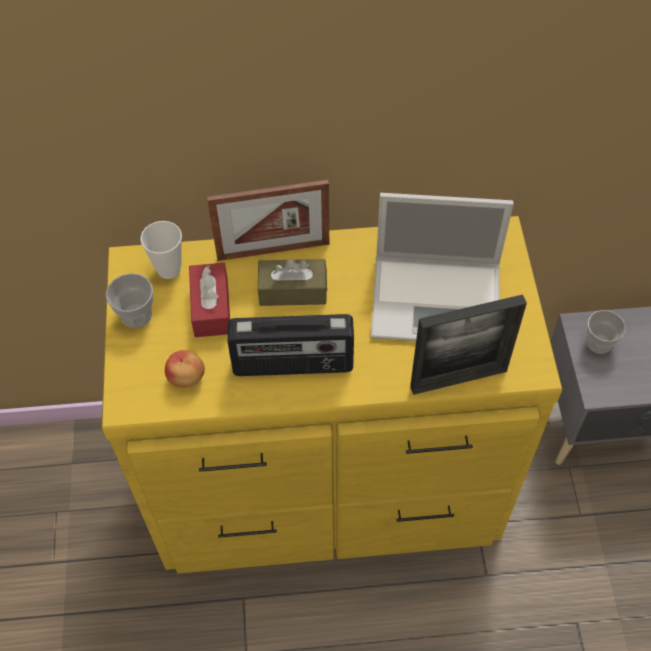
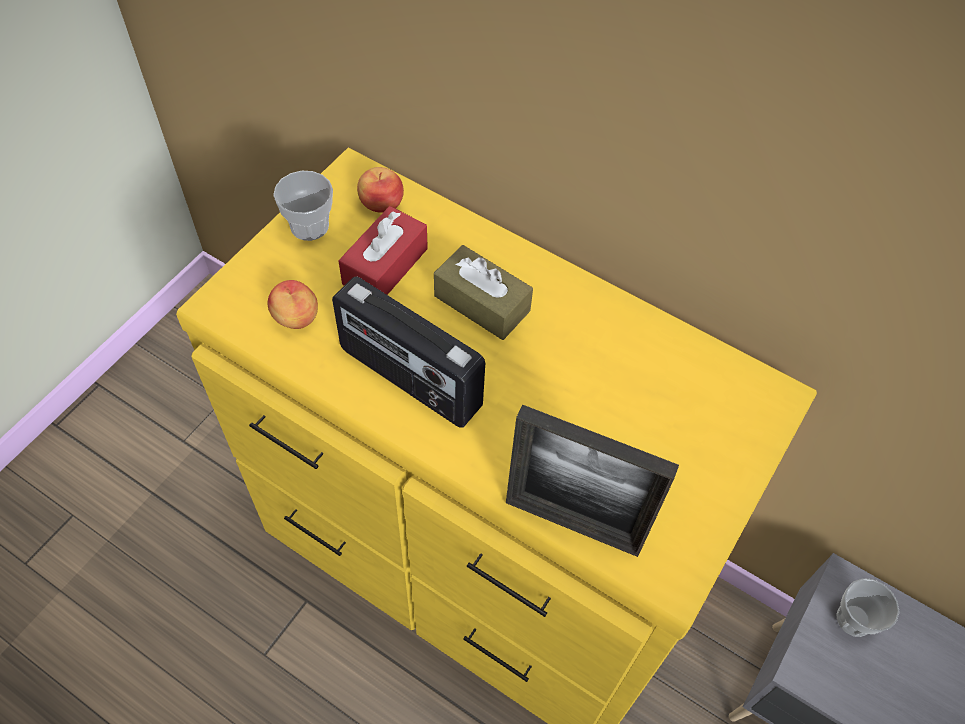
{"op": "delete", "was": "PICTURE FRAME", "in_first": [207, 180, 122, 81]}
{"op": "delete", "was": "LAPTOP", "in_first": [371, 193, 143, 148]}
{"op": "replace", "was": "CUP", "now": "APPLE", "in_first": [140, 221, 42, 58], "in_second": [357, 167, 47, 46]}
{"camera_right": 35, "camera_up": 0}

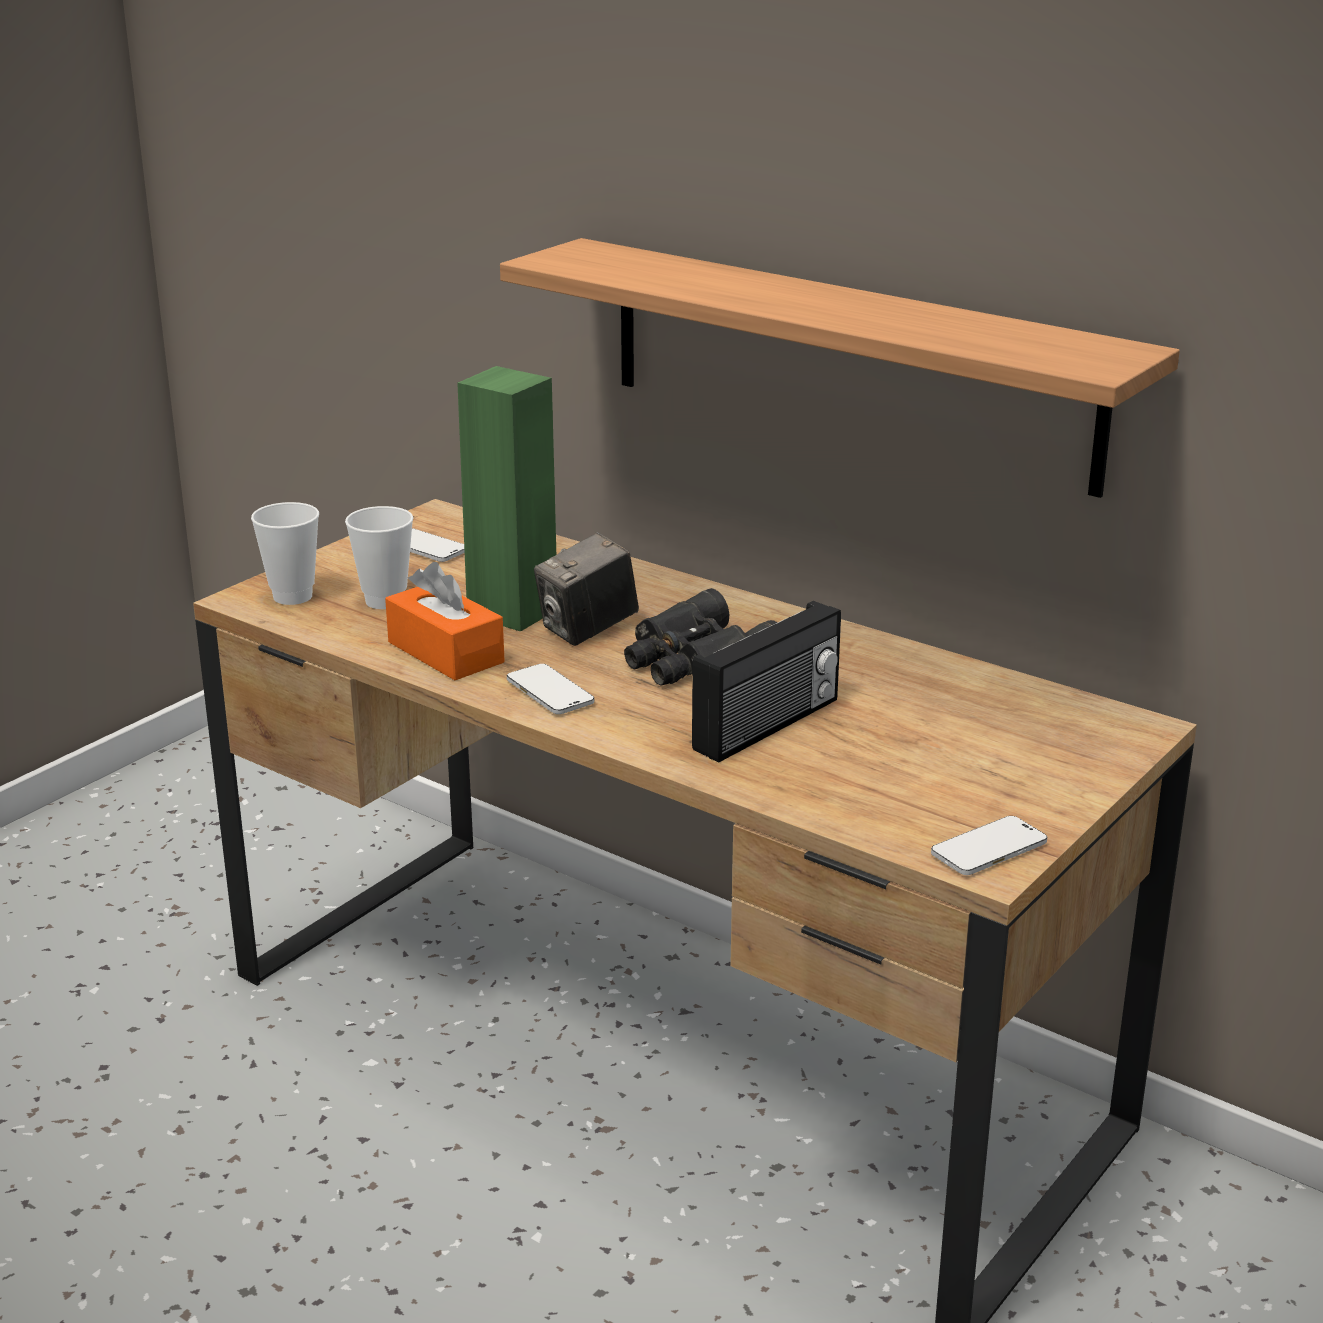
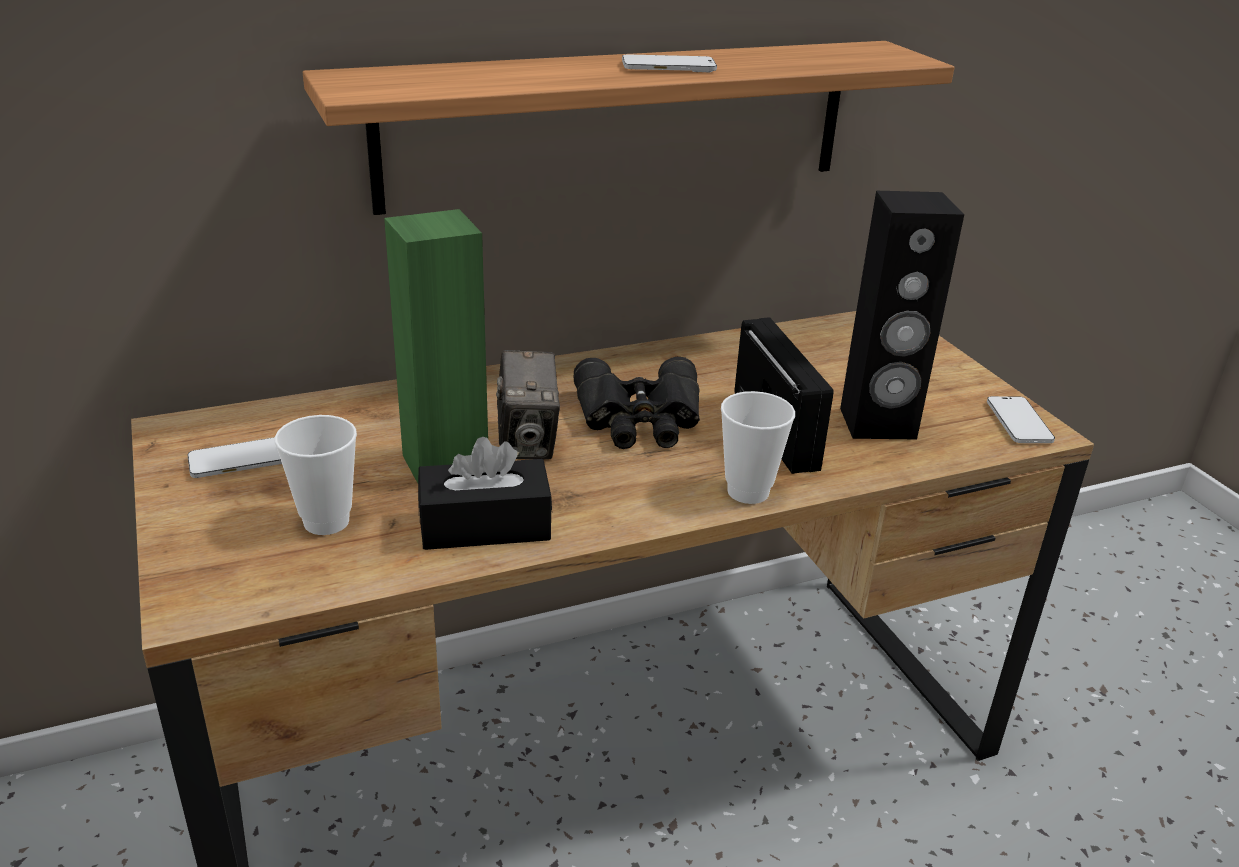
{"op": "insert", "now": "BLACK SPEAKER", "in_second": [840, 191, 124, 249]}
{"op": "move", "was": "CUP", "in_first": [251, 502, 68, 103], "in_second": [721, 391, 74, 113]}
{"op": "move", "was": "PHONE", "in_first": [507, 664, 87, 50], "in_second": [622, 54, 95, 18]}
{"op": "recolor", "was": "ORANGE TISSUE BOX", "now": "BLACK TISSUE BOX", "in_first": [385, 562, 120, 118], "in_second": [418, 437, 134, 113]}
{"camera_right": -60, "camera_up": 5}

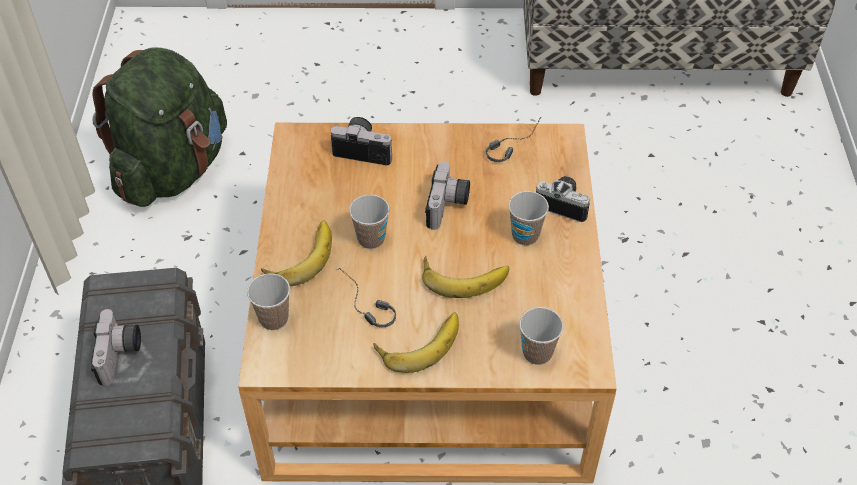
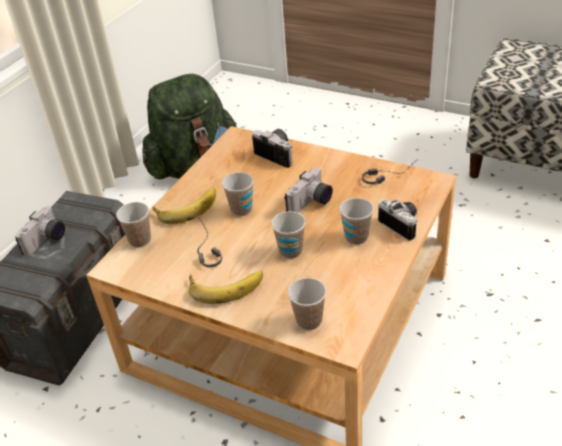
{"op": "replace", "was": "BANANA", "now": "CUP", "in_first": [422, 256, 87, 42], "in_second": [271, 211, 35, 48]}
{"camera_right": 30, "camera_up": -10}

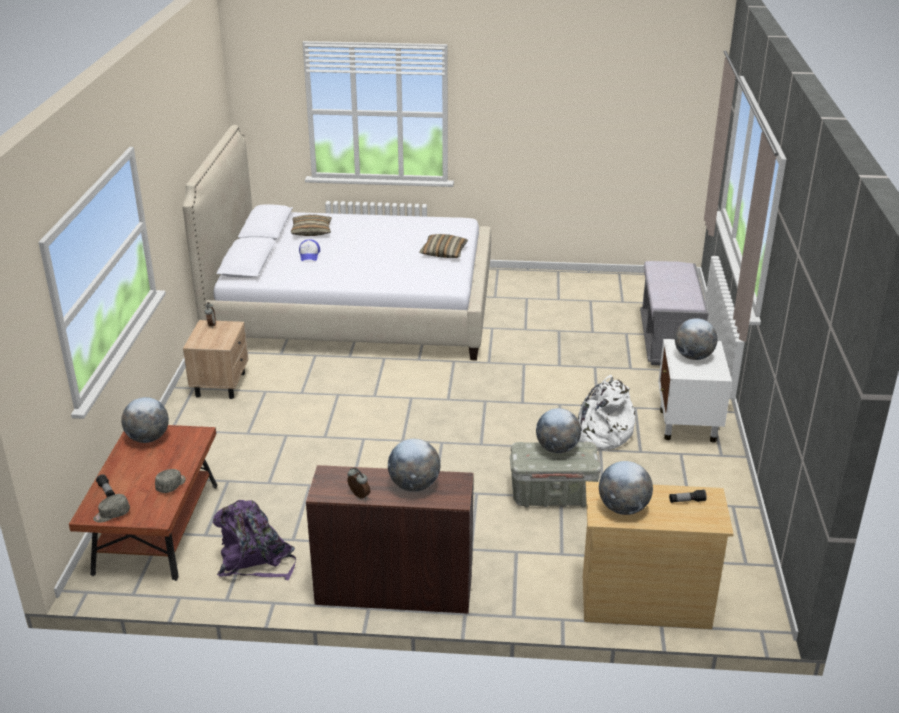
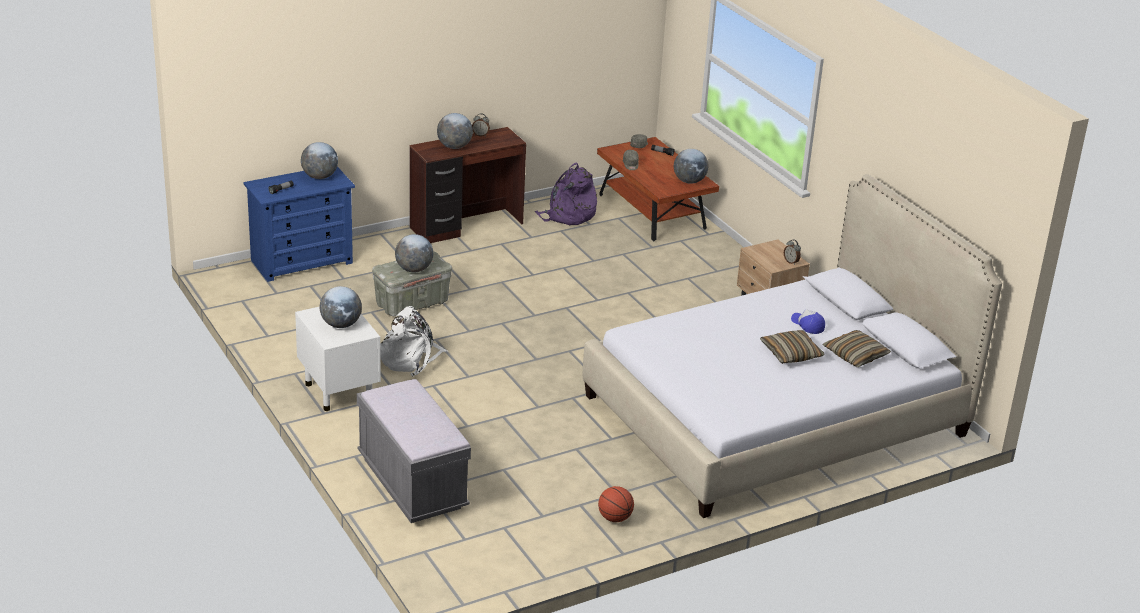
{"op": "insert", "now": "BASKETBALL", "in_second": [598, 486, 36, 36]}
{"op": "move", "was": "PILLOW", "in_first": [420, 234, 48, 24], "in_second": [760, 330, 65, 34]}
{"op": "recolor", "was": "BEIGE DRESSER", "now": "BLUE DRESSER", "in_first": [583, 481, 151, 148], "in_second": [243, 167, 112, 115]}
{"camera_right": 145, "camera_up": 0}

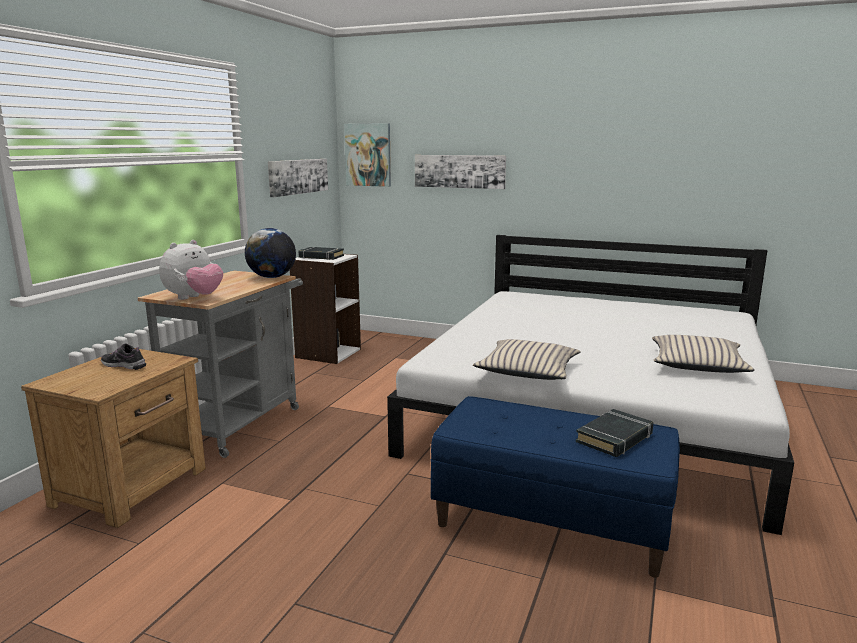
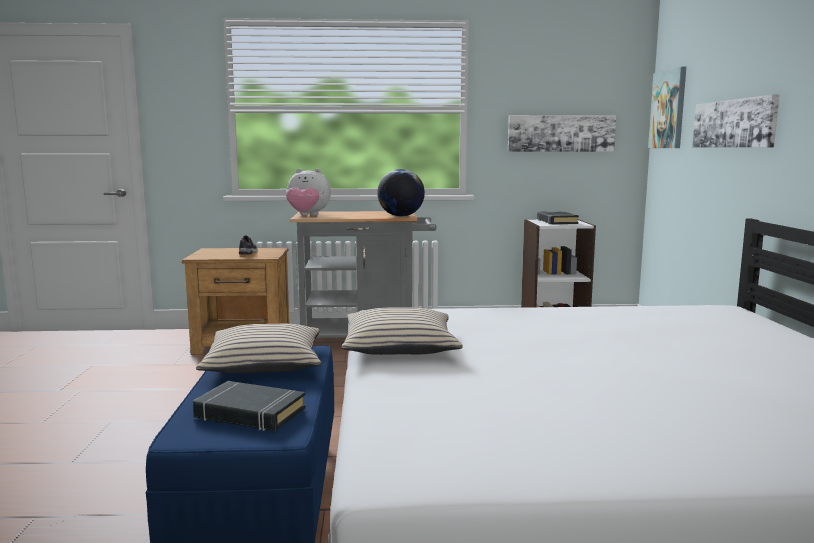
{"op": "move", "was": "BEIGE PILLOW", "in_first": [652, 335, 103, 38], "in_second": [196, 324, 125, 50]}
{"camera_right": 65, "camera_up": -5}

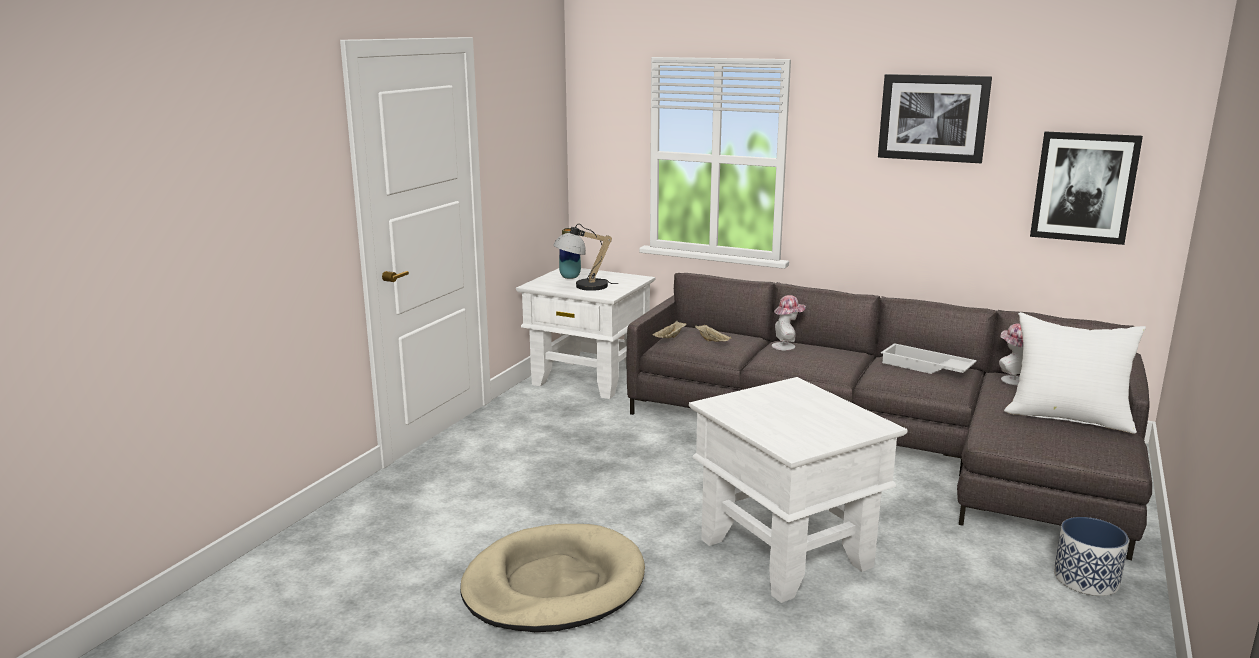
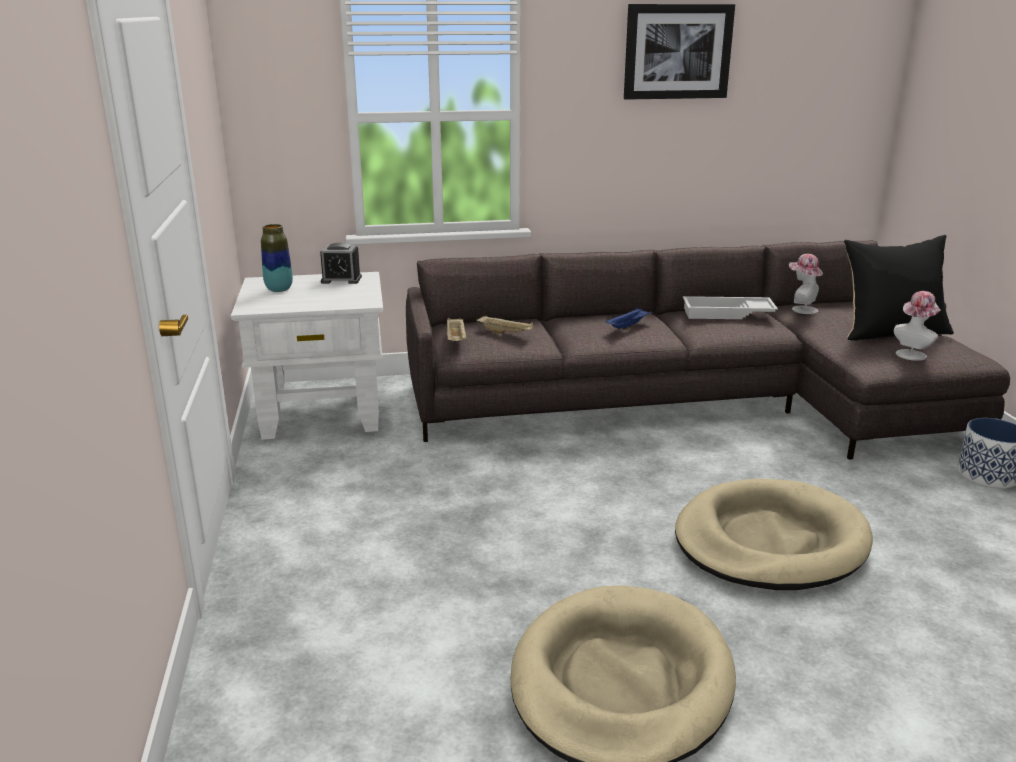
{"op": "delete", "was": "TABLE LAMP", "in_first": [553, 224, 65, 67]}
{"op": "delete", "was": "PICTURE", "in_first": [1030, 132, 113, 113]}
{"op": "insert", "now": "ALARM CLOCK", "in_second": [320, 243, 42, 41]}
{"op": "insert", "now": "BLUE TRAY", "in_second": [605, 307, 48, 23]}
{"op": "move", "was": "HAT", "in_first": [772, 295, 34, 55], "in_second": [894, 291, 47, 70]}
{"op": "replace", "was": "WHITE SIDE TABLE", "now": "BEIGE DOG BED", "in_first": [689, 377, 219, 226], "in_second": [675, 479, 198, 111]}
{"op": "recolor", "was": "WHITE PILLOW", "now": "BLACK PILLOW", "in_first": [1004, 312, 142, 122], "in_second": [844, 235, 110, 106]}
{"camera_right": -35, "camera_up": 5}

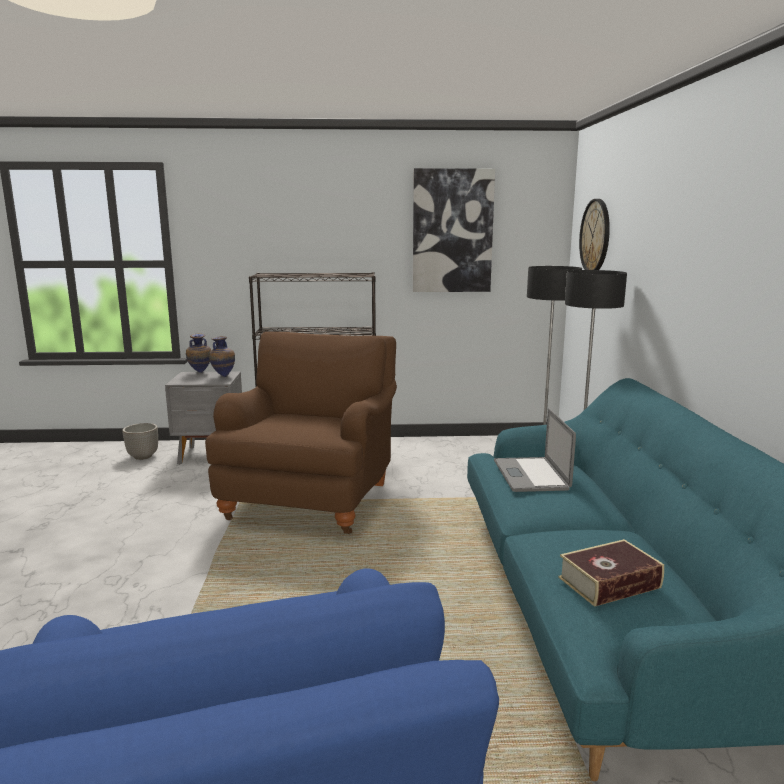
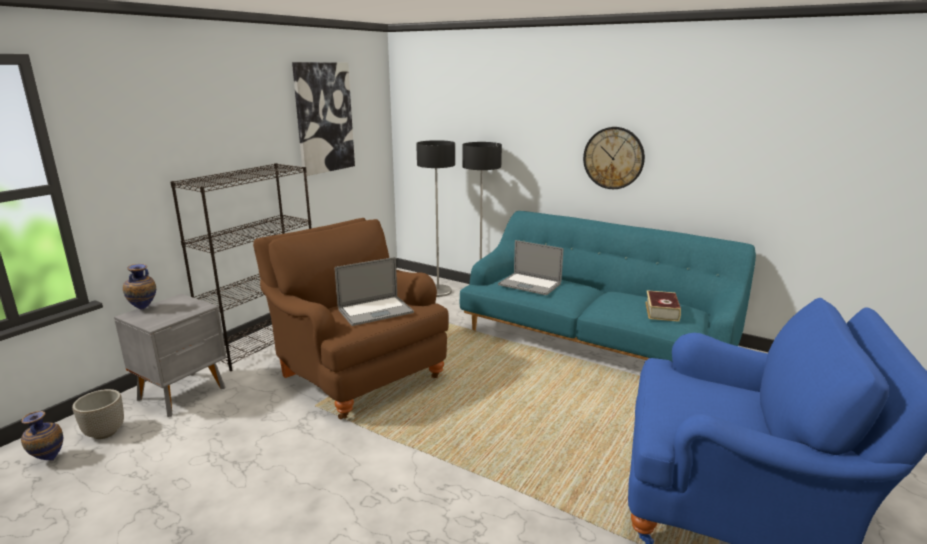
{"op": "insert", "now": "LAPTOP", "in_second": [335, 257, 79, 69]}
{"op": "move", "was": "VASE", "in_first": [209, 336, 26, 41], "in_second": [21, 411, 42, 50]}
{"op": "move", "was": "WALL CLOCK", "in_first": [579, 199, 31, 71], "in_second": [583, 127, 62, 62]}
{"camera_right": -55, "camera_up": 5}

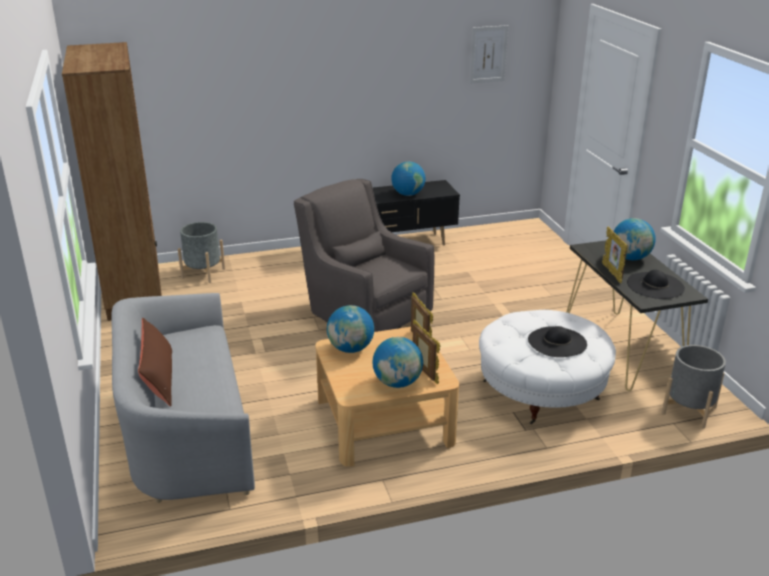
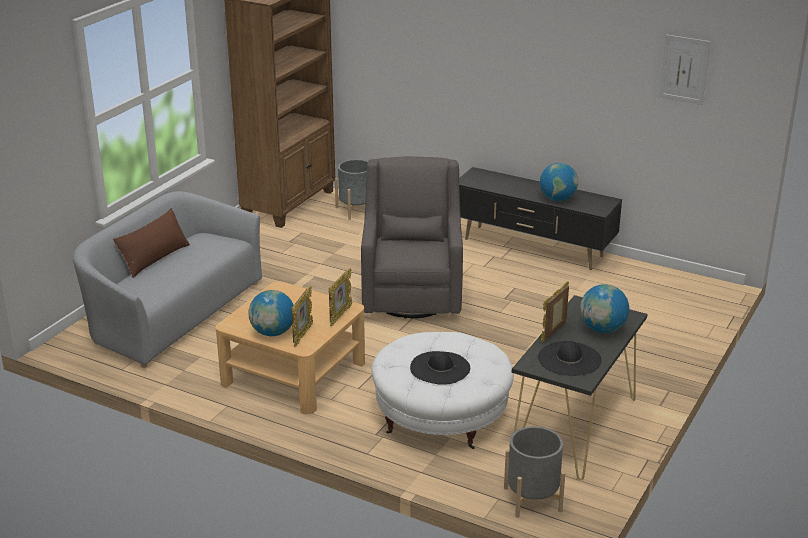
{"op": "delete", "was": "GLOBE", "in_first": [327, 305, 47, 48]}
{"camera_right": 45, "camera_up": 0}

